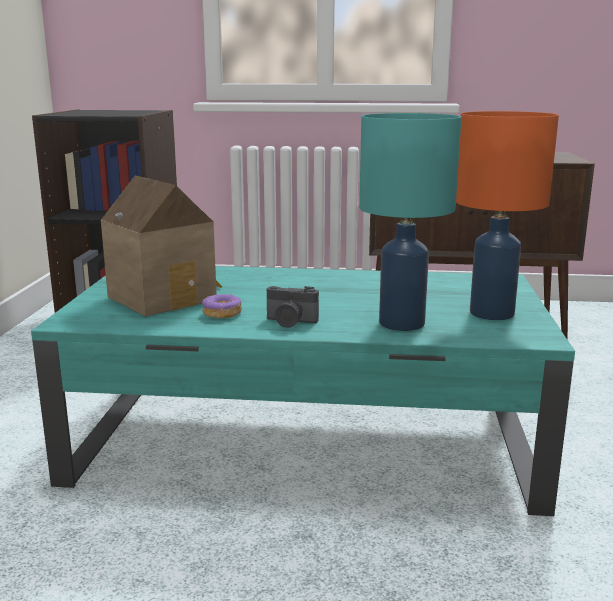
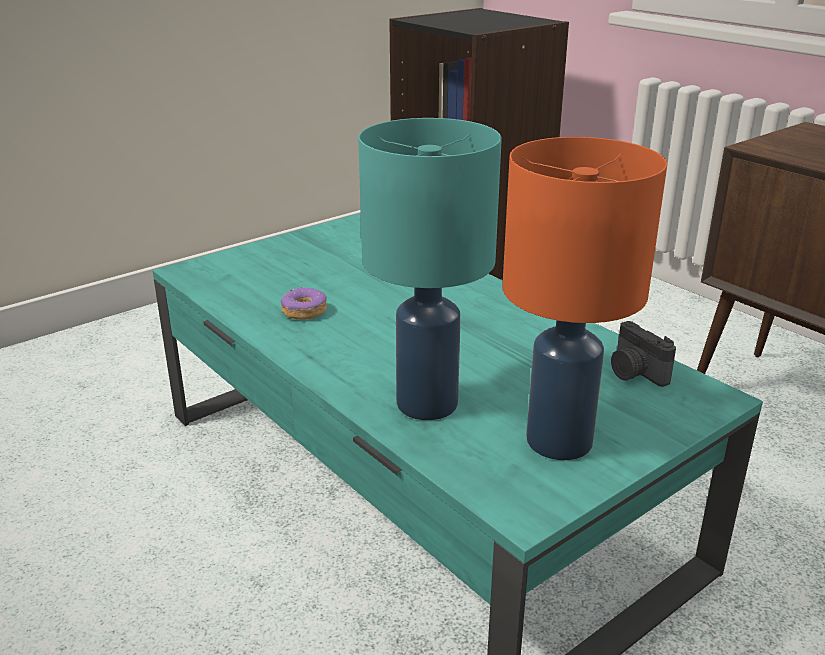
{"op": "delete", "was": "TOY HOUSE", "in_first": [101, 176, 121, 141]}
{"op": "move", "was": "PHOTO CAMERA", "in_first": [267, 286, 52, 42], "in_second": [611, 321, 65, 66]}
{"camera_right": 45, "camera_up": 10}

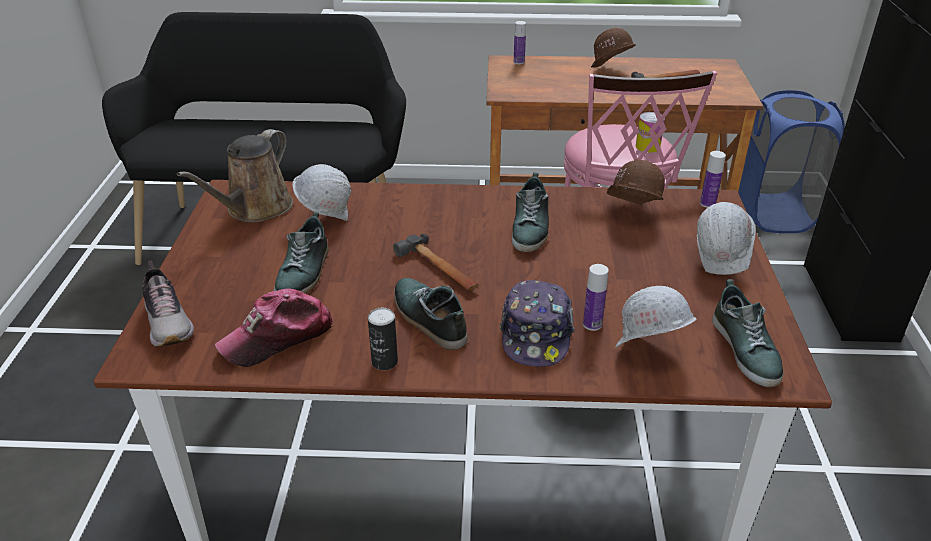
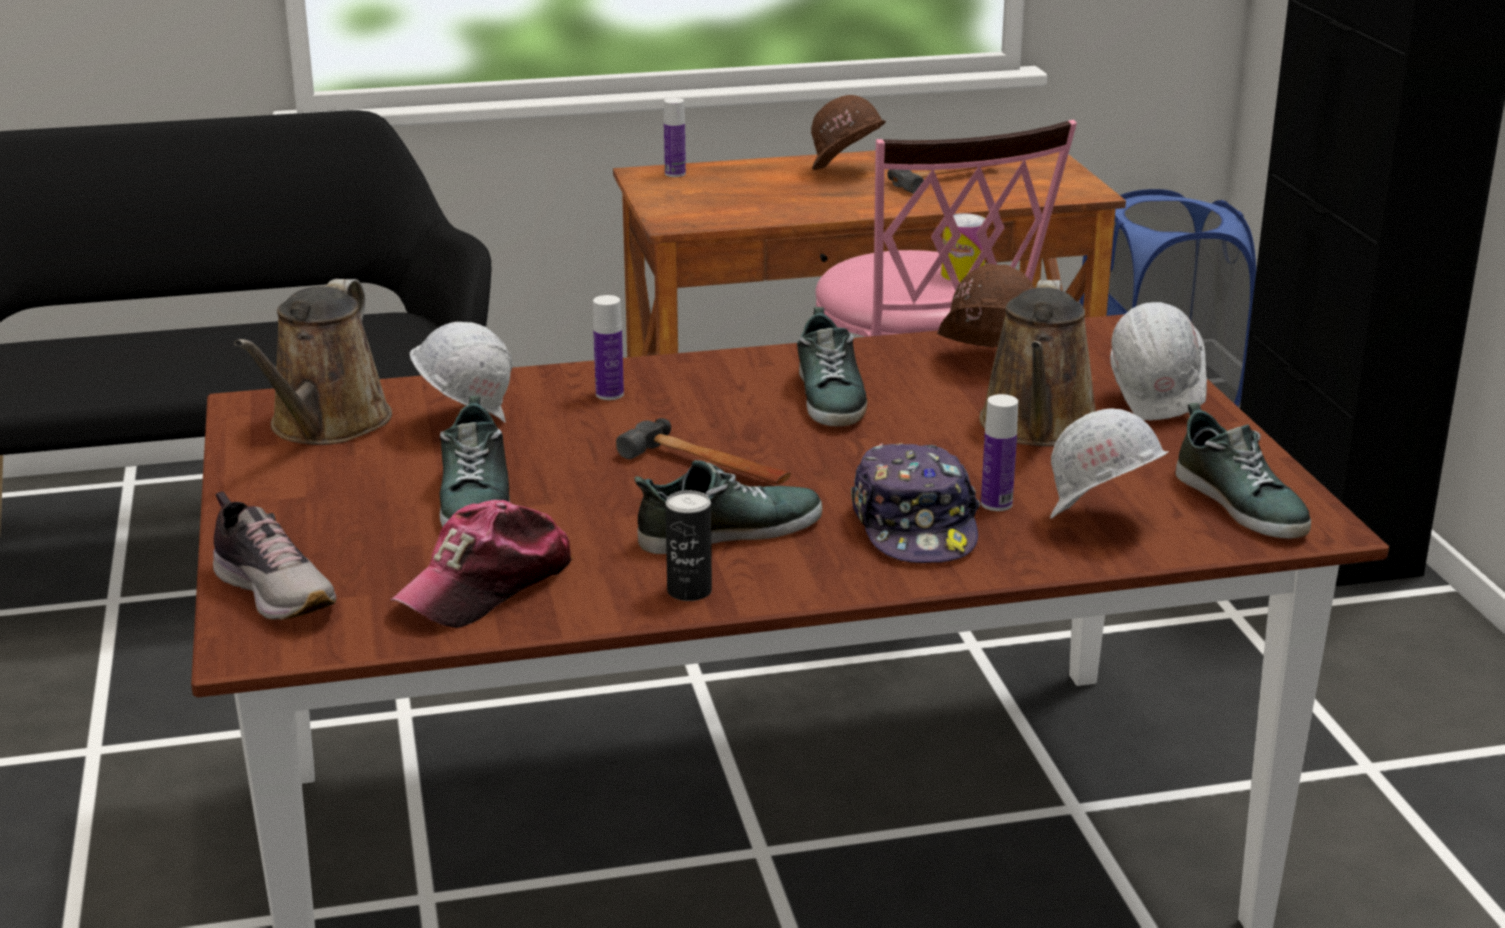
{"op": "insert", "now": "BROWN WATERING CAN", "in_second": [979, 280, 117, 166]}
{"op": "move", "was": "BOTTLE", "in_first": [700, 151, 26, 57], "in_second": [593, 295, 31, 105]}
{"op": "rotate", "was": "SHOE", "in_first": [394, 278, 73, 72], "in_second": [634, 460, 189, 94], "clockwise": 120}
{"camera_right": -15, "camera_up": -10}

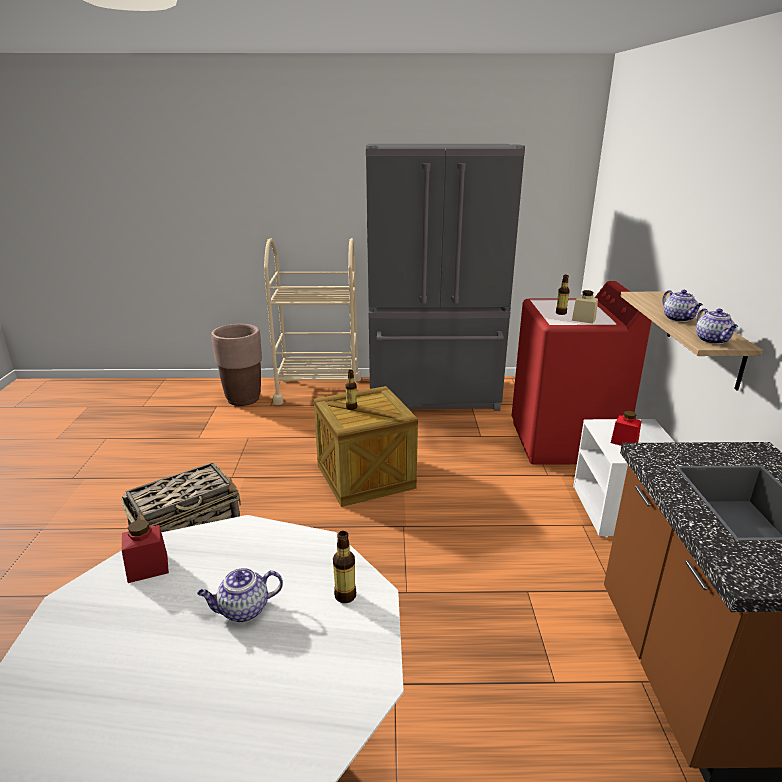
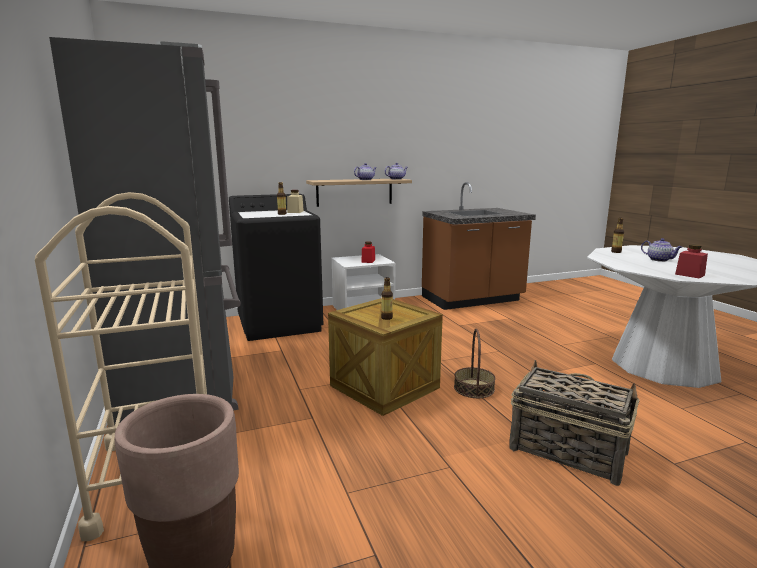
{"op": "insert", "now": "BASKET", "in_second": [454, 329, 42, 69]}
{"op": "recolor", "was": "RED WASHING MACHINE", "now": "BLACK WASHING MACHINE", "in_first": [512, 281, 140, 184], "in_second": [229, 194, 94, 147]}
{"camera_right": -110, "camera_up": -10}

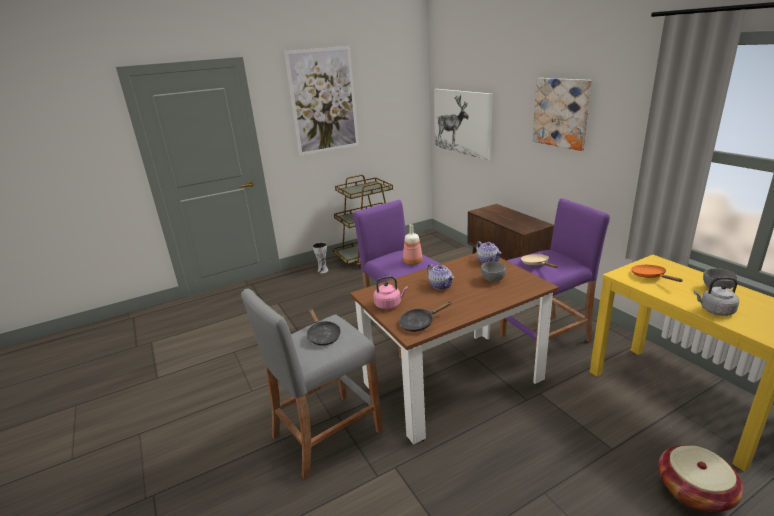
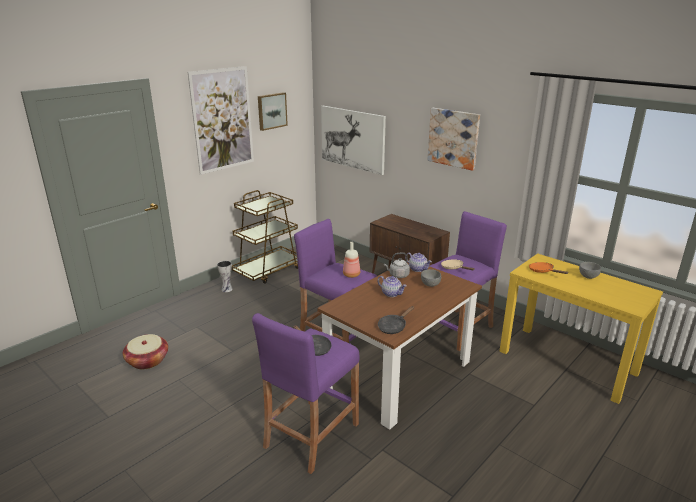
{"op": "delete", "was": "PINK KETTLE", "in_first": [374, 276, 34, 34]}
{"op": "insert", "now": "PICTURE", "in_second": [258, 92, 30, 39]}
{"op": "move", "was": "BASKET", "in_first": [658, 445, 86, 68], "in_second": [123, 334, 45, 35]}
{"op": "move", "was": "GREY KETTLE", "in_first": [694, 277, 45, 39], "in_second": [384, 252, 26, 26]}
{"op": "recolor", "was": "GREY STOOL", "now": "PURPLE STOOL", "in_first": [241, 288, 141, 191], "in_second": [252, 313, 108, 161]}
{"camera_right": -20, "camera_up": 0}

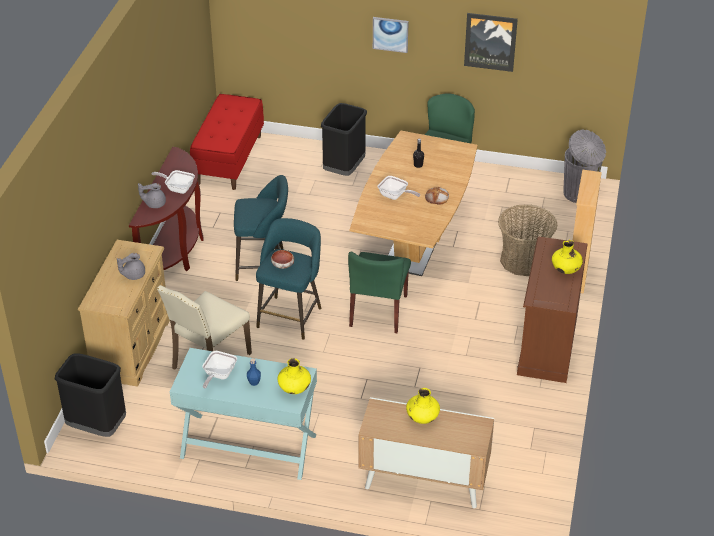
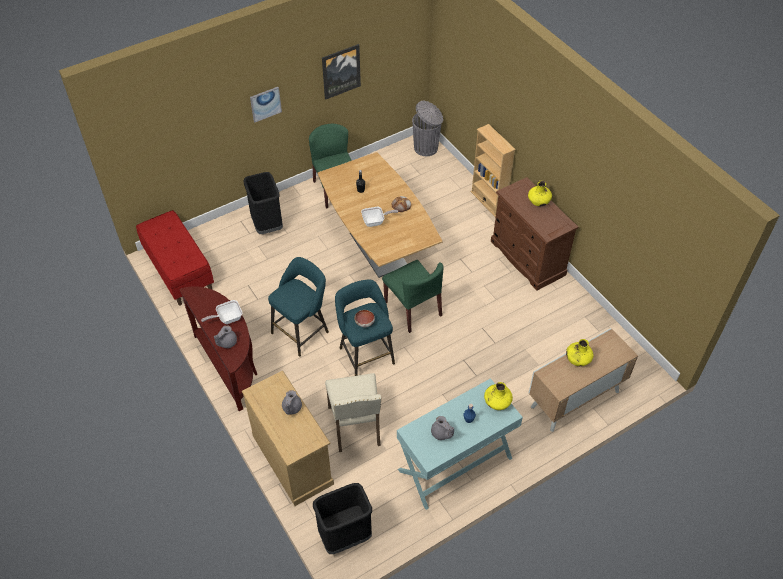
{"op": "delete", "was": "BASKET", "in_first": [498, 204, 59, 72]}
{"op": "replace", "was": "FRYING PAN", "now": "GREY TEAPOT", "in_first": [202, 351, 35, 38], "in_second": [431, 416, 23, 24]}
{"camera_right": -45, "camera_up": 10}

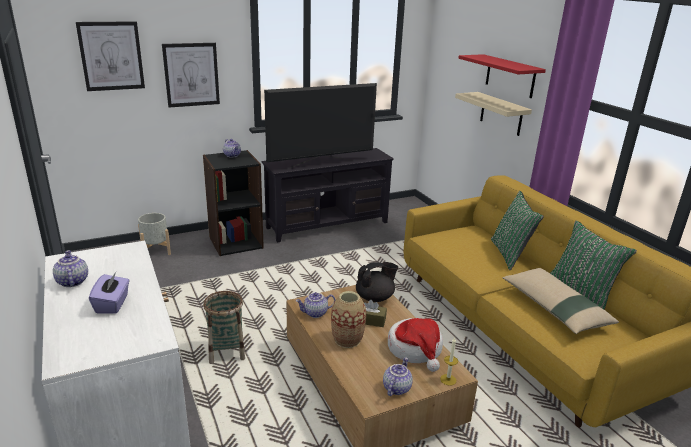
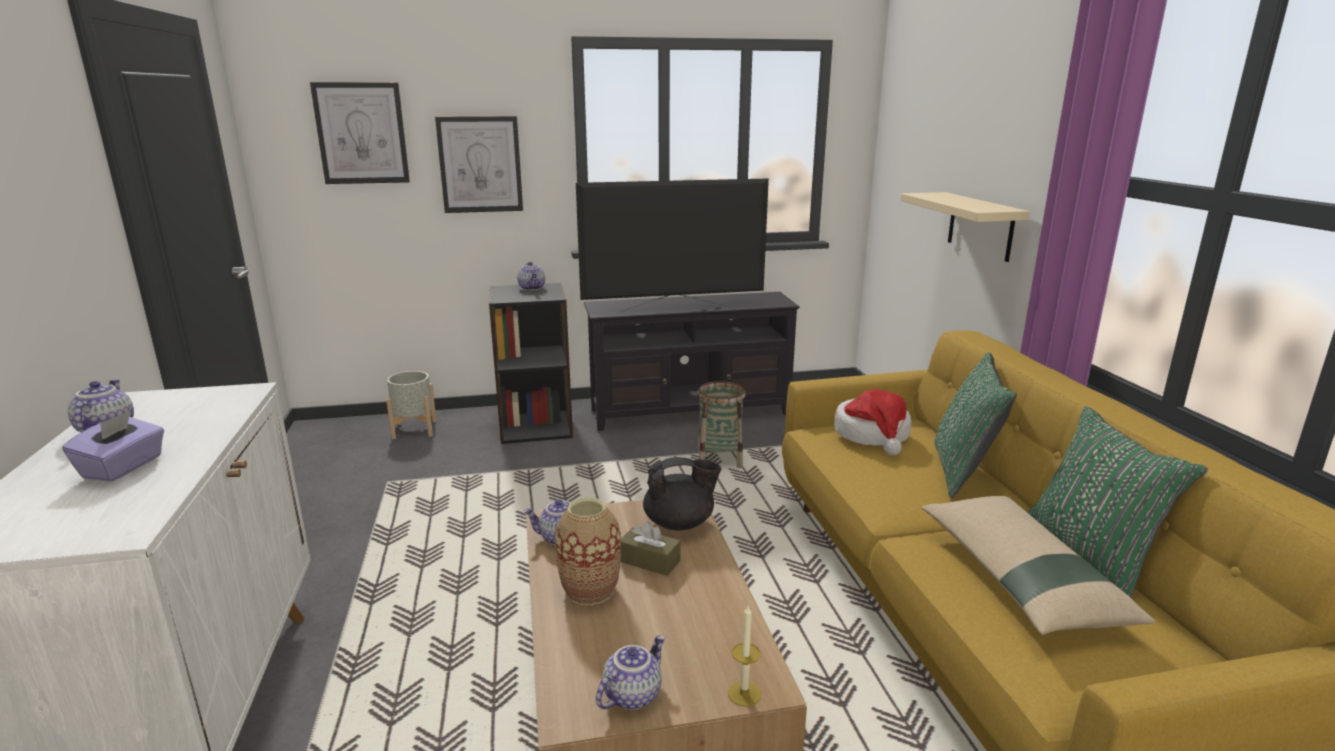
{"op": "delete", "was": "RED SHELF", "in_first": [458, 54, 88, 44]}
{"op": "move", "was": "BASKET", "in_first": [203, 291, 42, 73], "in_second": [698, 381, 47, 87]}
{"op": "move", "was": "HAT", "in_first": [388, 318, 55, 54], "in_second": [834, 389, 77, 67]}
{"camera_right": 15, "camera_up": -5}

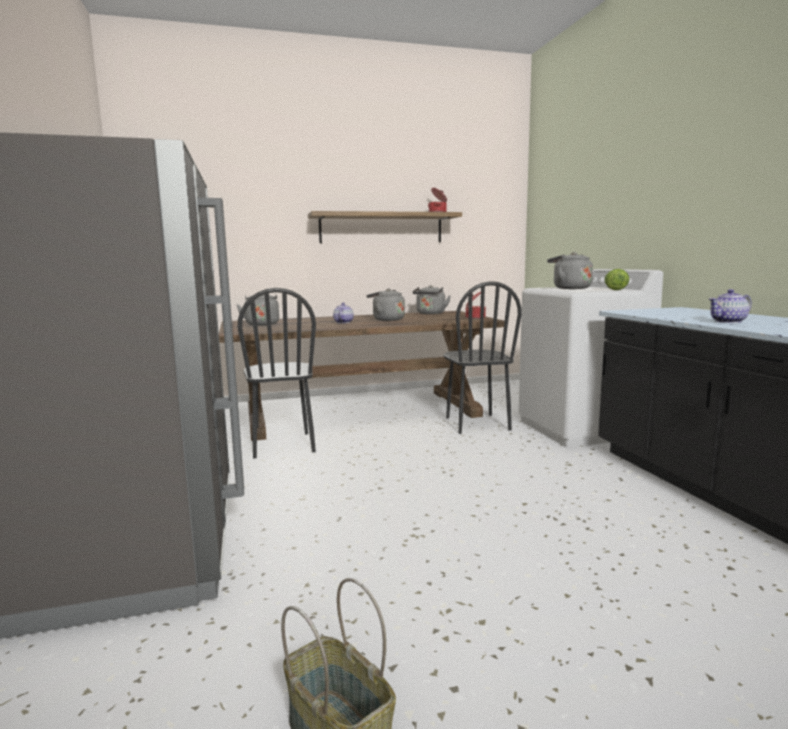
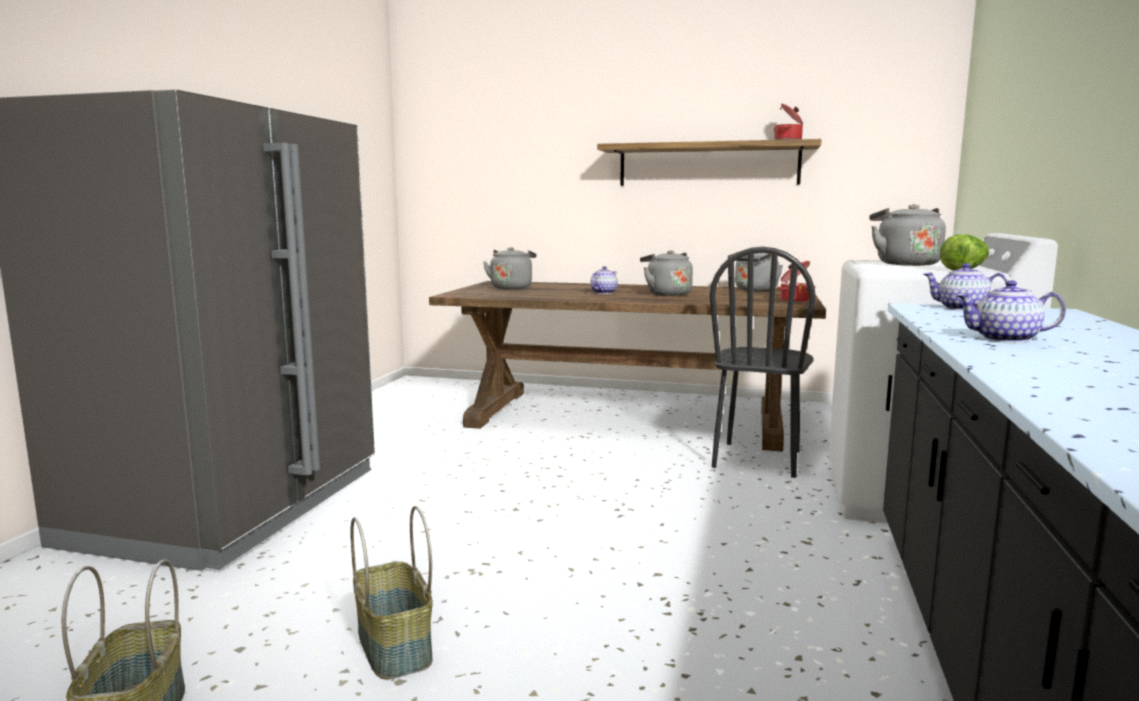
{"op": "delete", "was": "BLACK CHAIR", "in_first": [238, 288, 78, 170]}
{"op": "insert", "now": "BASKET", "in_second": [351, 506, 82, 174]}
{"op": "insert", "now": "TEAPOT", "in_second": [923, 263, 85, 48]}
{"camera_right": 30, "camera_up": 0}

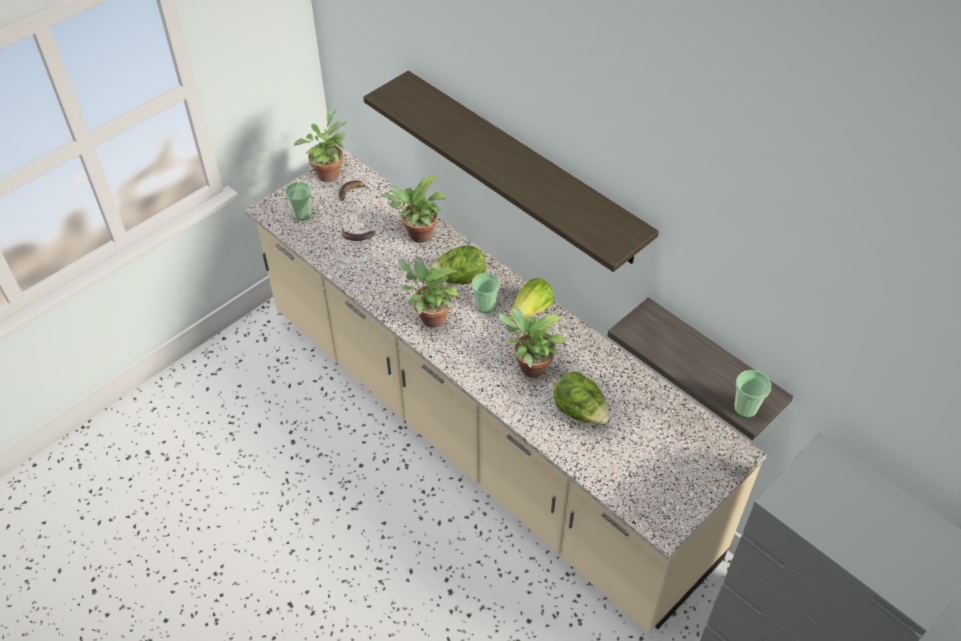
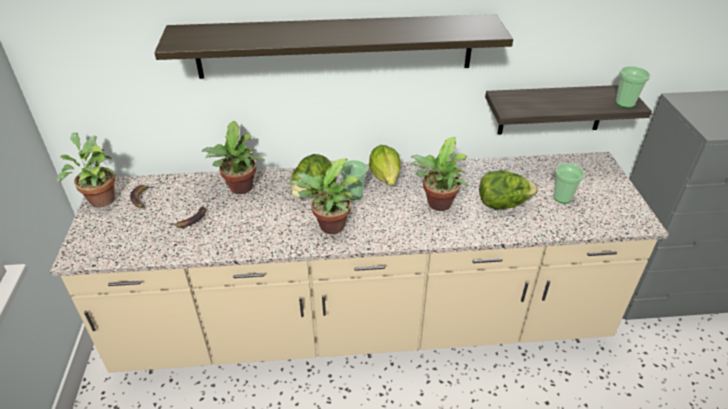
{"op": "move", "was": "CUP", "in_first": [285, 182, 27, 38], "in_second": [553, 163, 31, 40]}
{"camera_right": -50, "camera_up": -10}

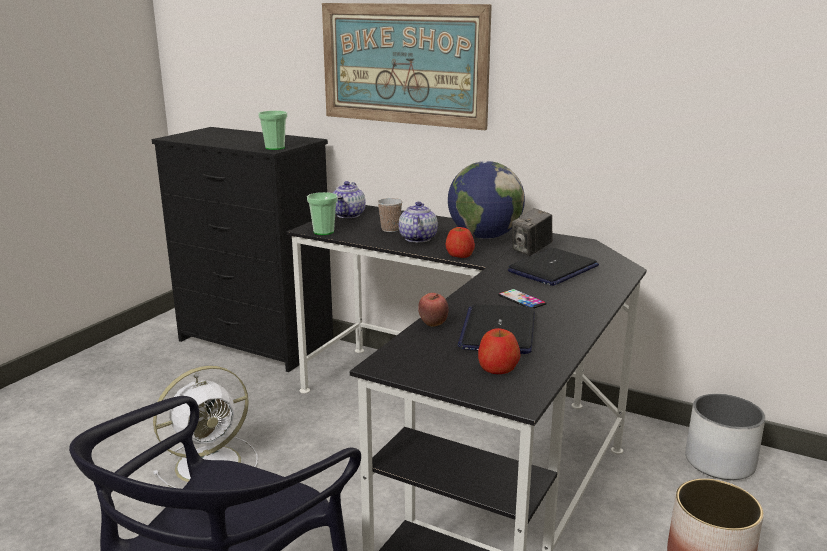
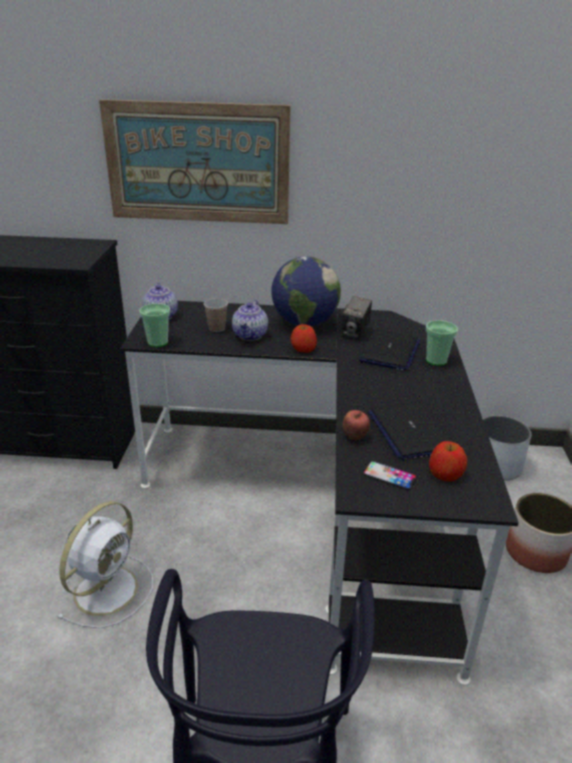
{"op": "move", "was": "CUP", "in_first": [258, 111, 29, 39], "in_second": [426, 320, 32, 46]}
{"op": "move", "was": "PHONE", "in_first": [498, 289, 49, 19], "in_second": [363, 461, 54, 29]}
{"op": "rotate", "was": "TEAPOT", "in_first": [399, 201, 39, 42], "in_second": [232, 300, 36, 41], "clockwise": -150}
{"camera_right": -25, "camera_up": 10}

